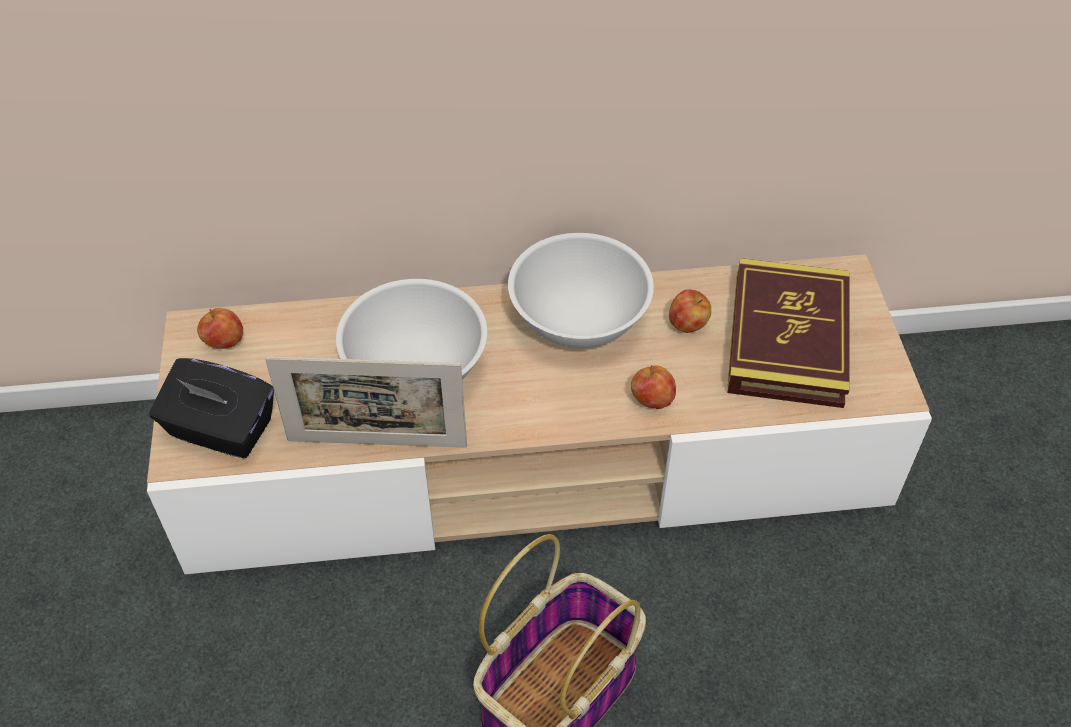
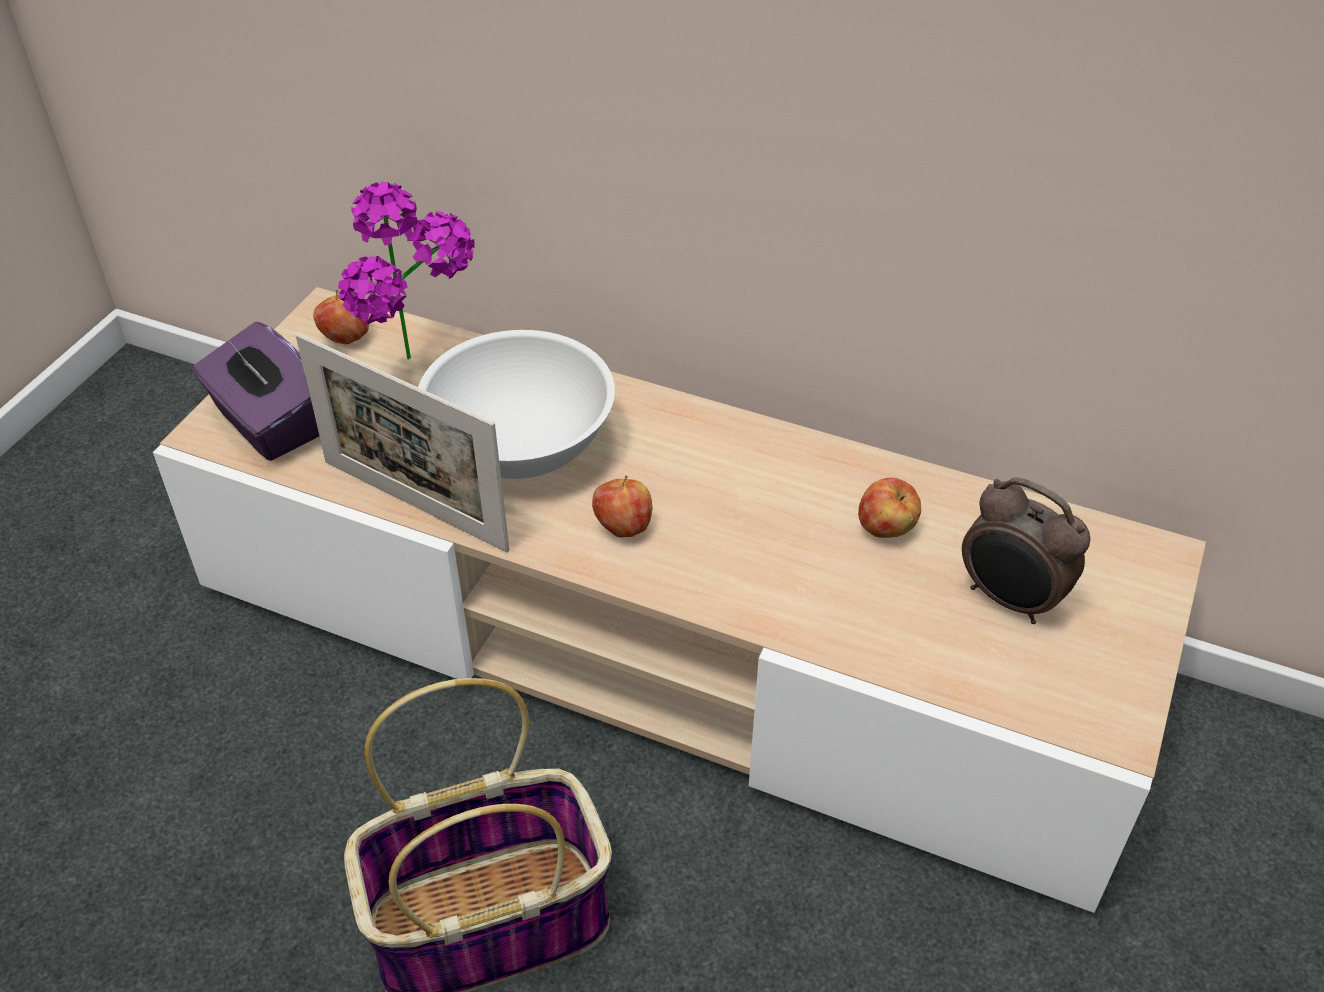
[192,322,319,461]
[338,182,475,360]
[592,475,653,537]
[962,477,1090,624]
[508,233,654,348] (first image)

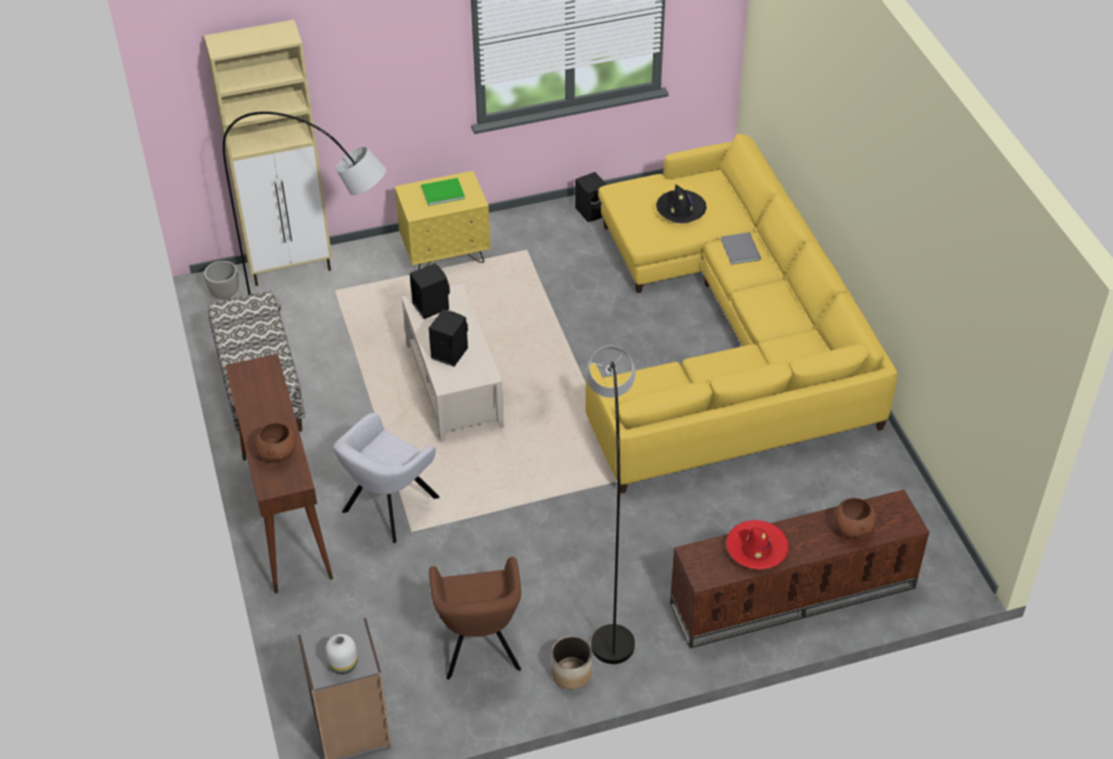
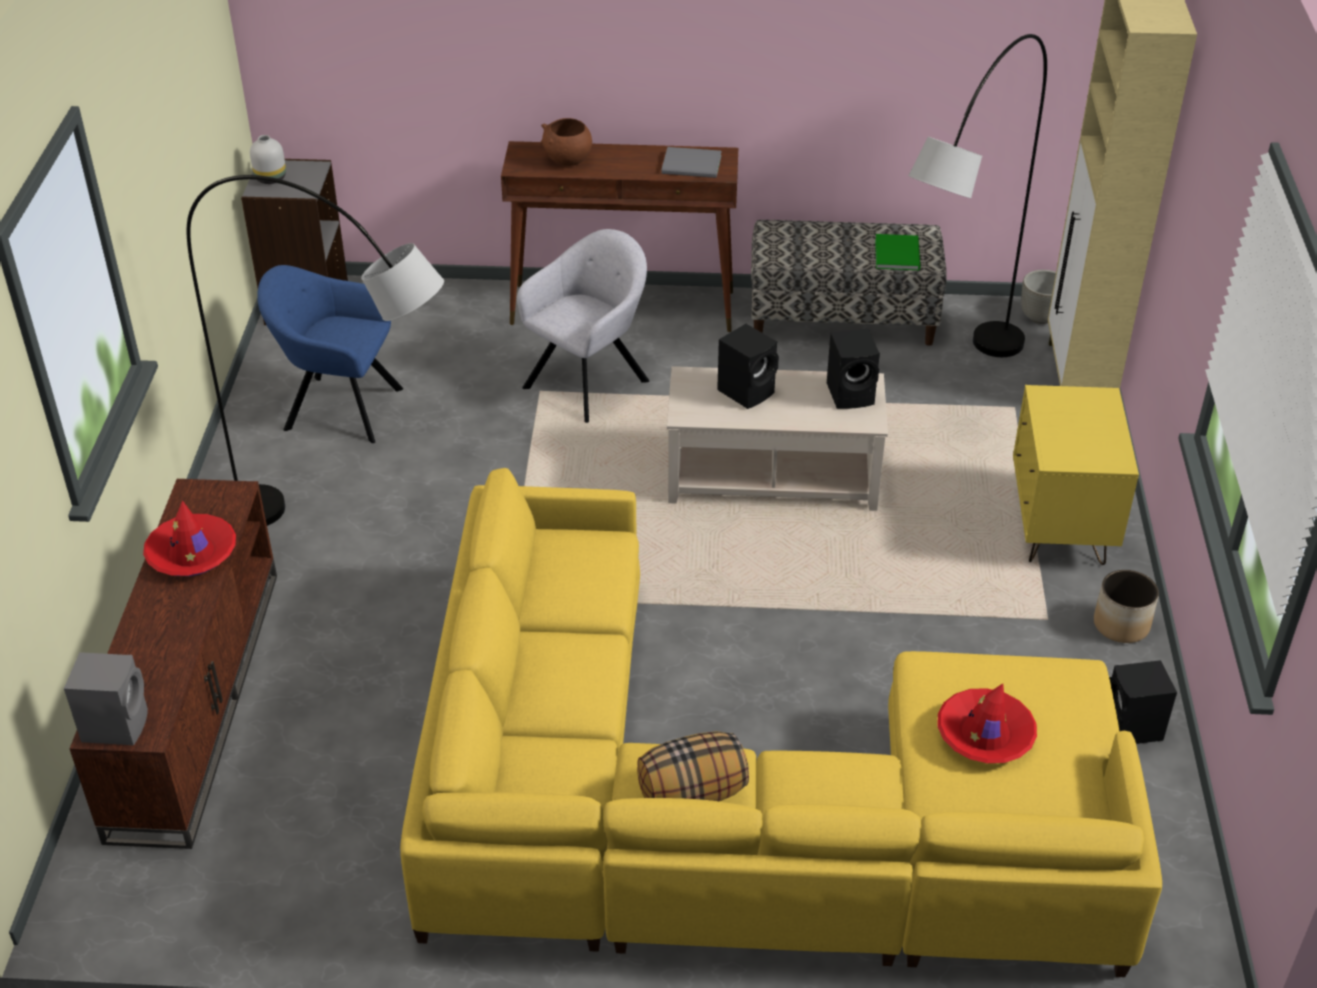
[64,652,148,746]
[257,265,403,443]
[517,229,649,423]
[637,731,749,801]
[661,147,722,178]
[875,234,920,270]
[937,684,1037,763]
[1094,570,1159,643]
[834,498,876,538] (first image)

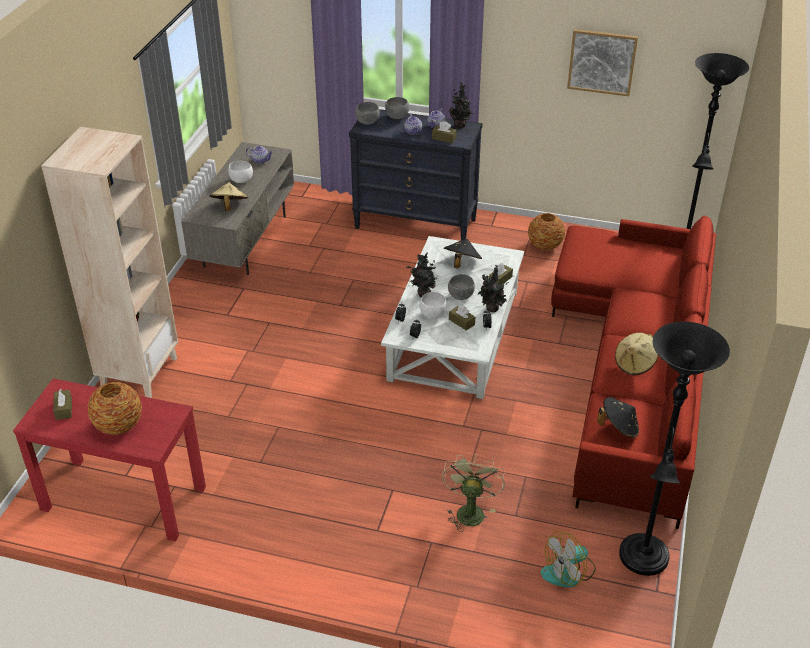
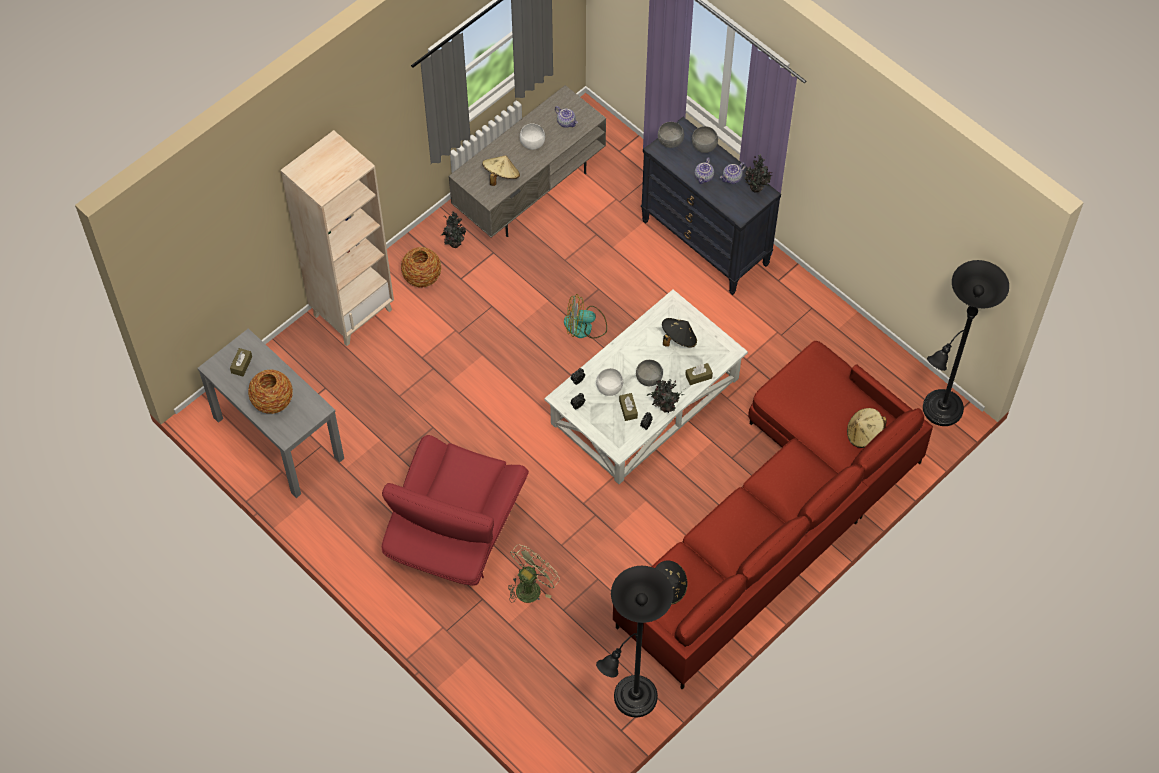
[198,328,344,498]
[381,435,529,586]
[401,247,441,288]
[442,211,466,248]
[564,294,607,339]
[847,408,887,448]
[432,121,457,143] (first image)
[567,29,638,96] (first image)

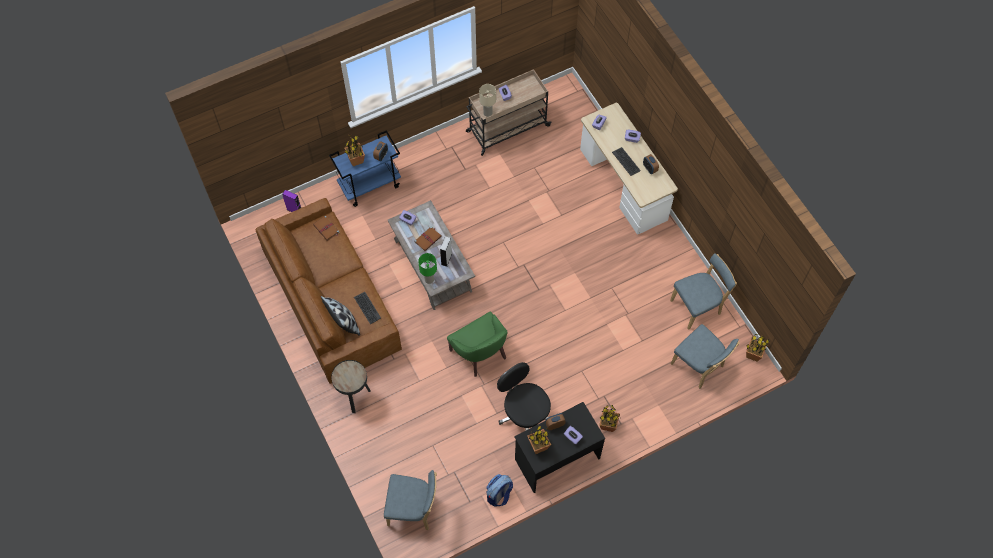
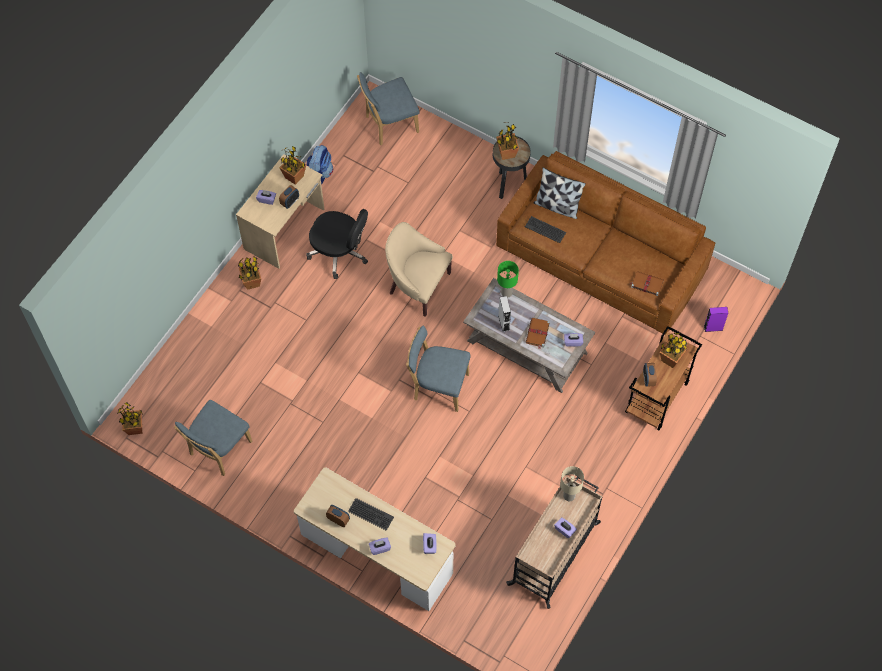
[236,154,324,269]
[385,222,453,317]
[406,326,470,412]
[496,122,519,160]
[625,326,702,430]

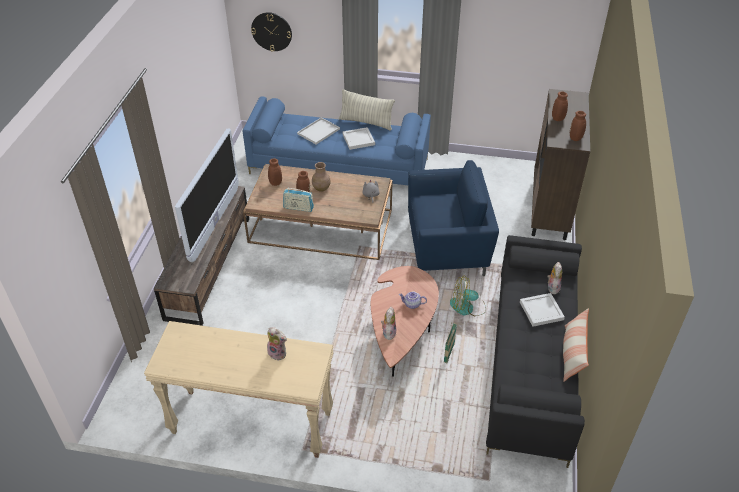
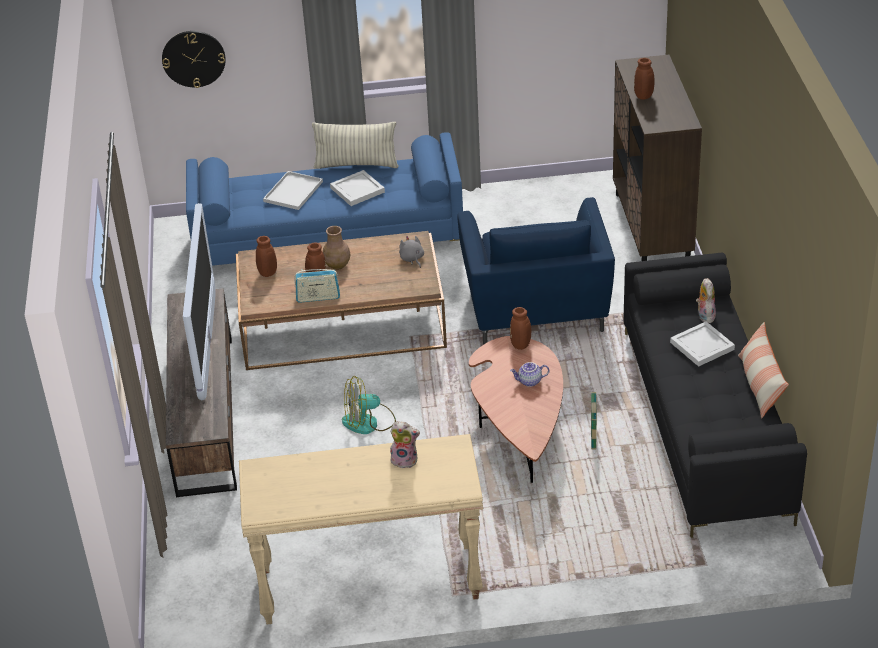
[342,376,396,434]
[457,197,615,345]
[510,307,531,350]
[381,307,396,340] (first image)

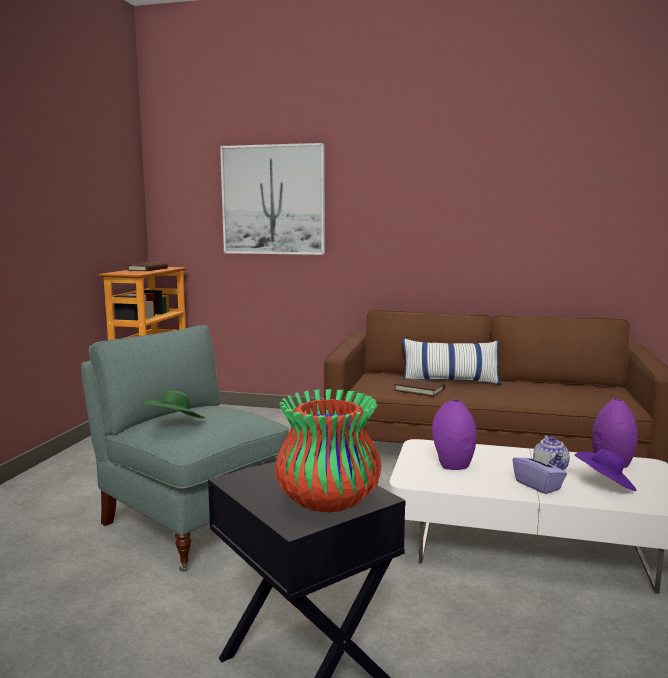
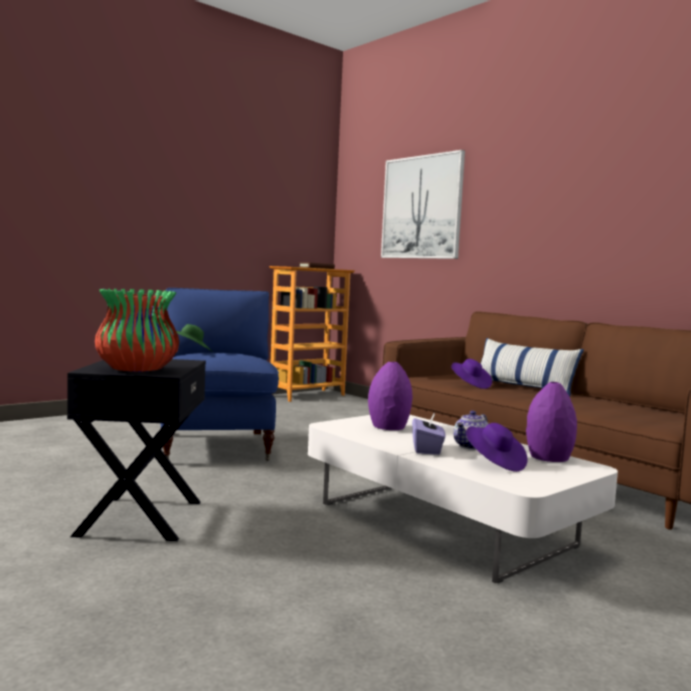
[161,288,279,461]
[451,359,492,389]

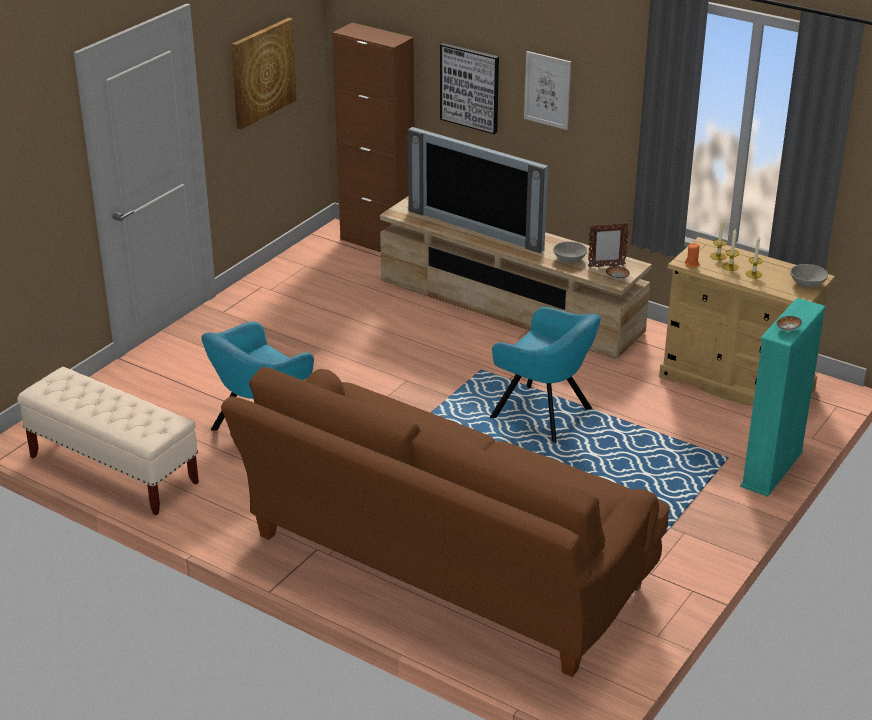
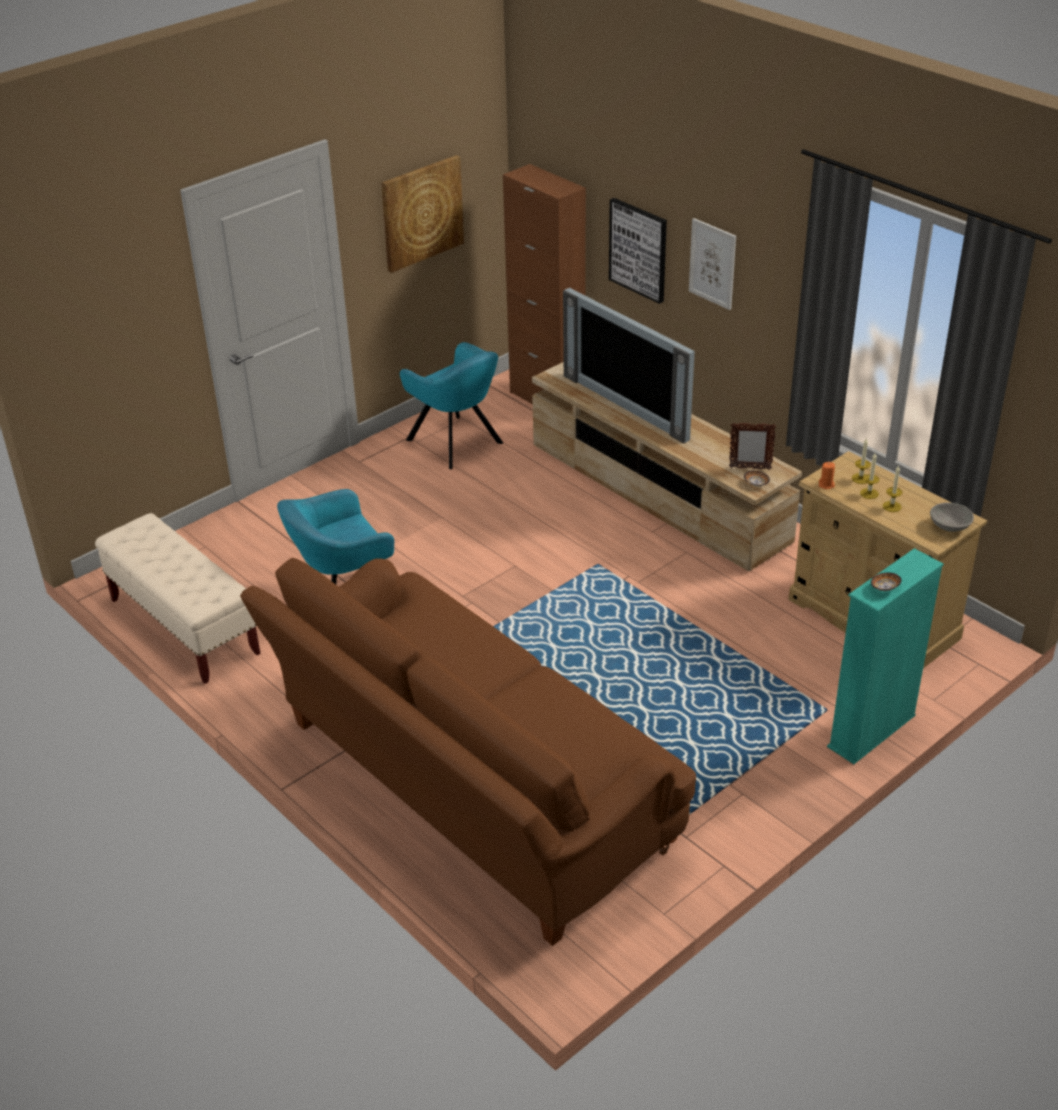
[400,342,503,469]
[553,242,587,263] (first image)

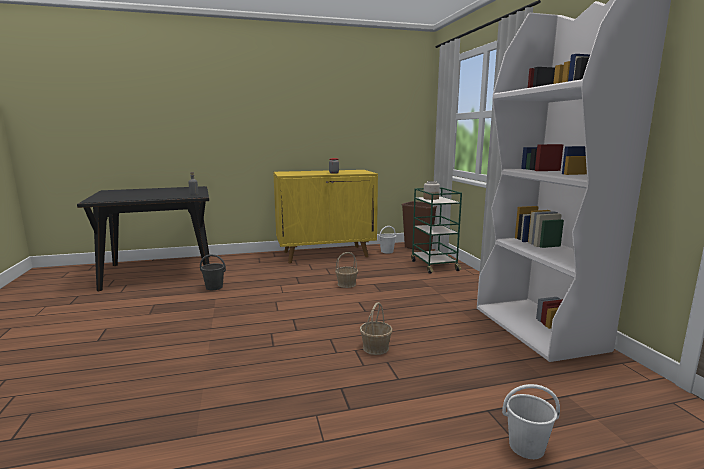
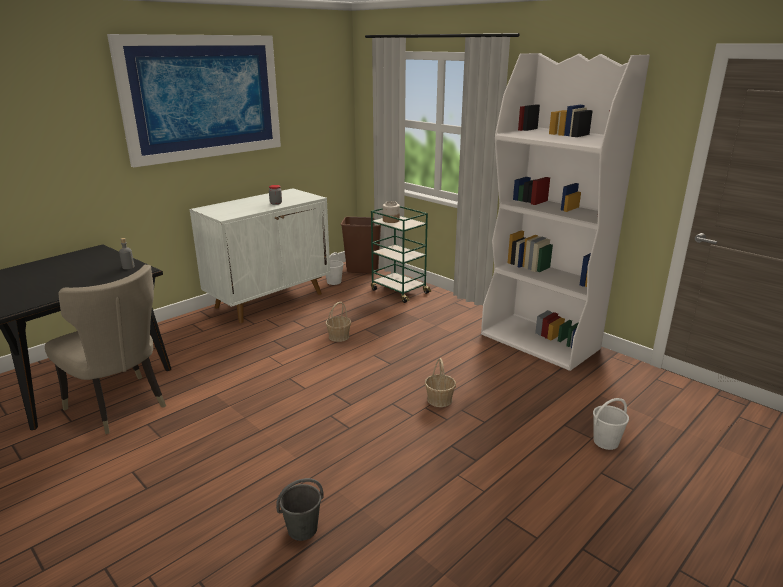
[45,265,166,434]
[107,34,281,167]
[190,188,330,323]
[276,478,324,541]

